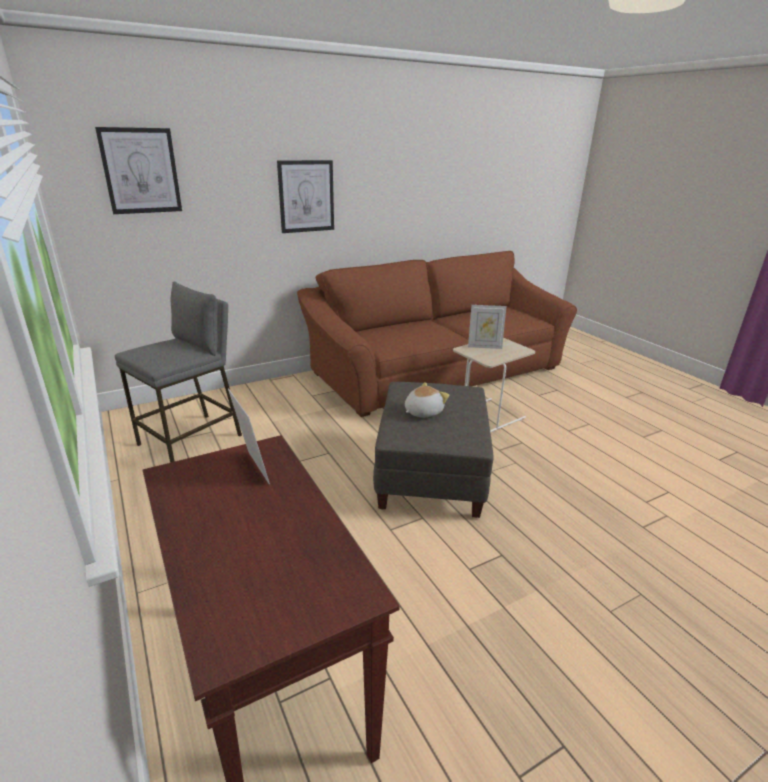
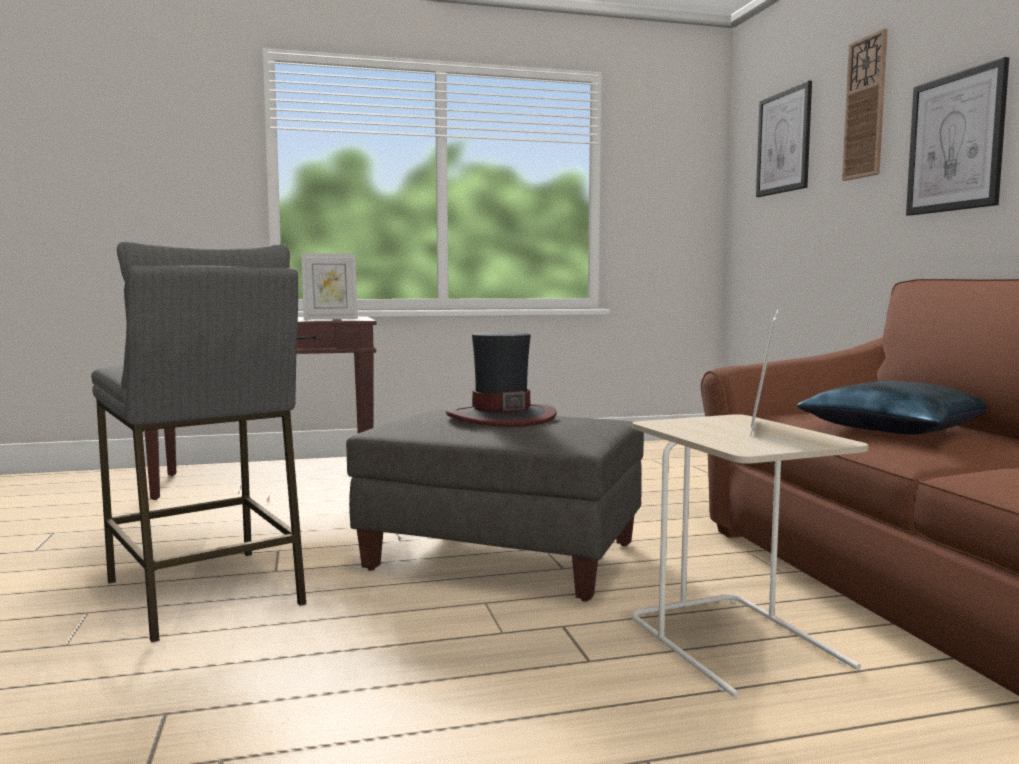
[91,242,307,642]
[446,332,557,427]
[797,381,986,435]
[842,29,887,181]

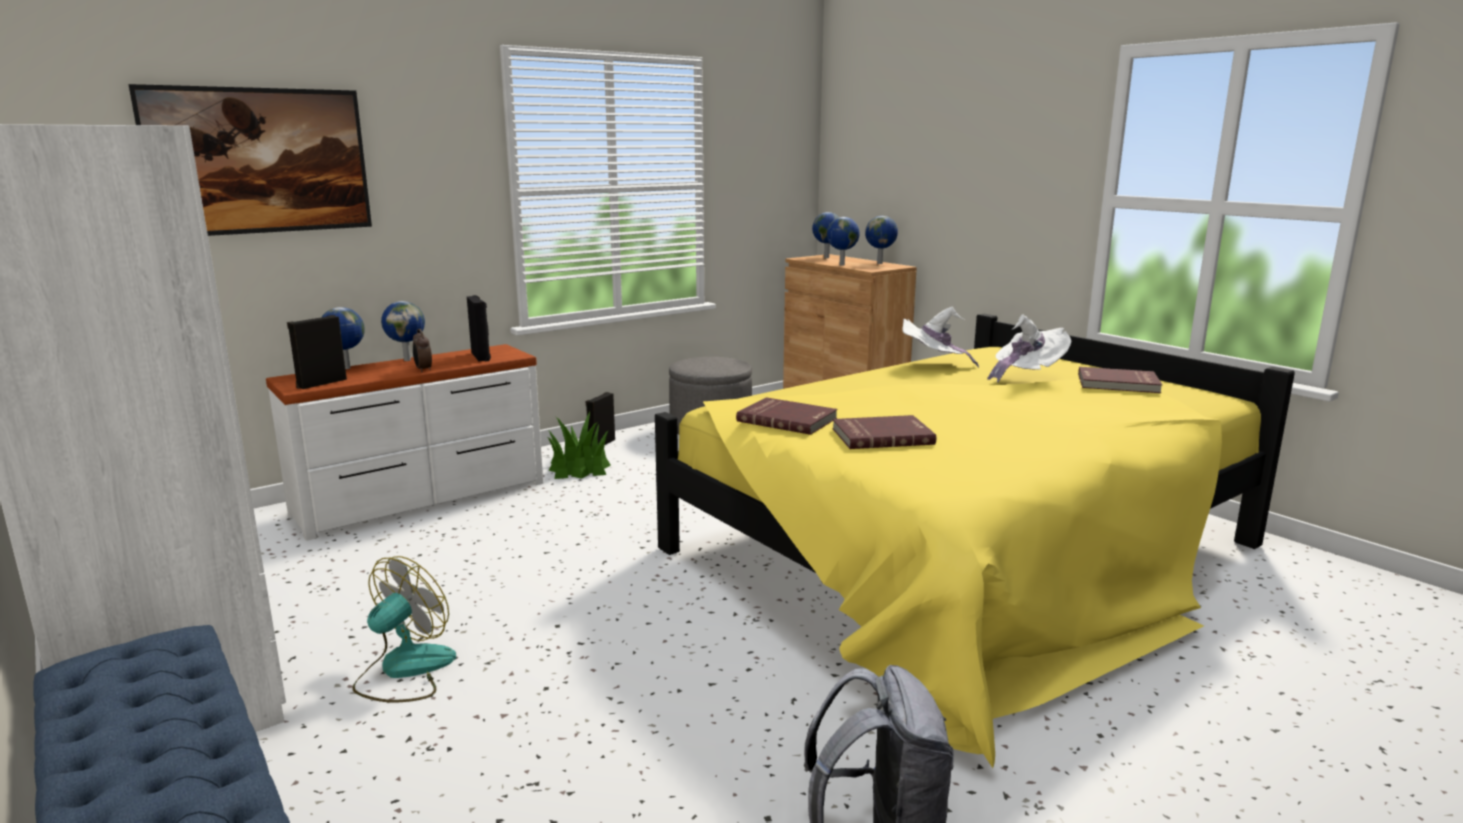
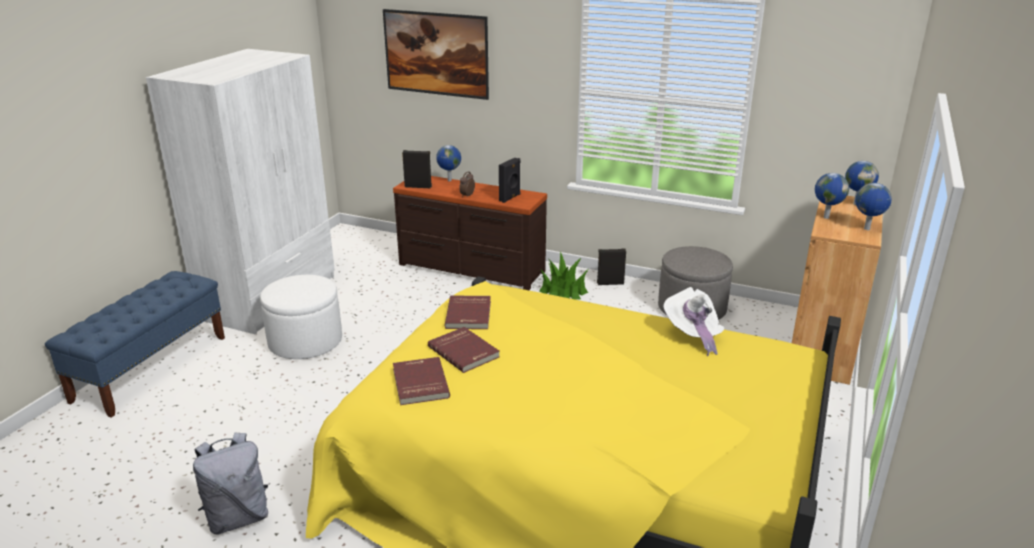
[260,275,342,359]
[393,176,547,290]
[393,357,450,405]
[381,301,425,361] (first image)
[987,314,1071,383] (first image)

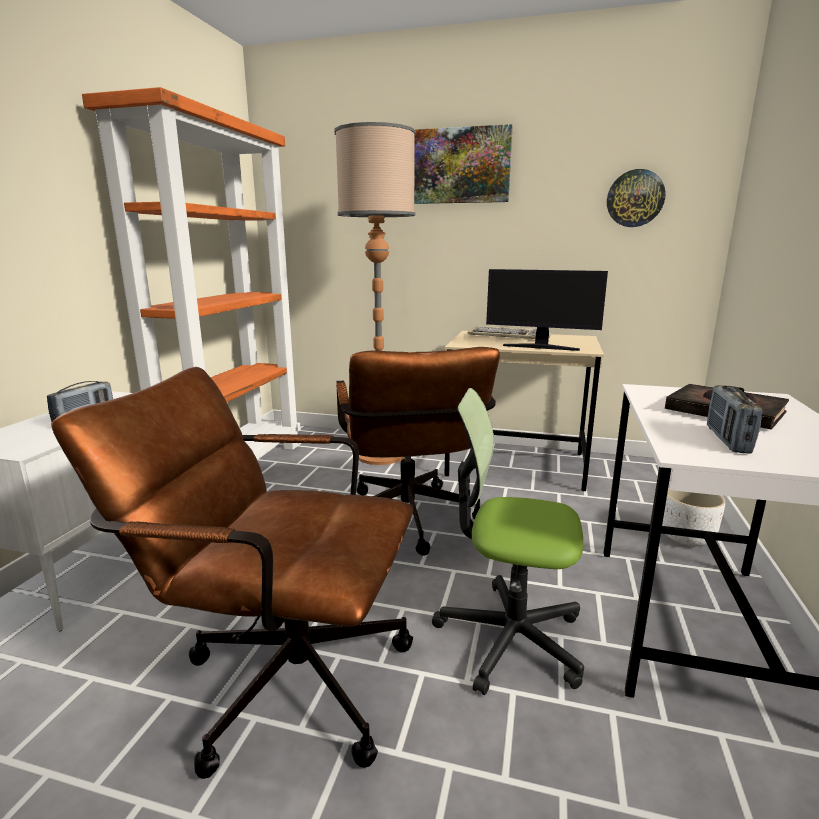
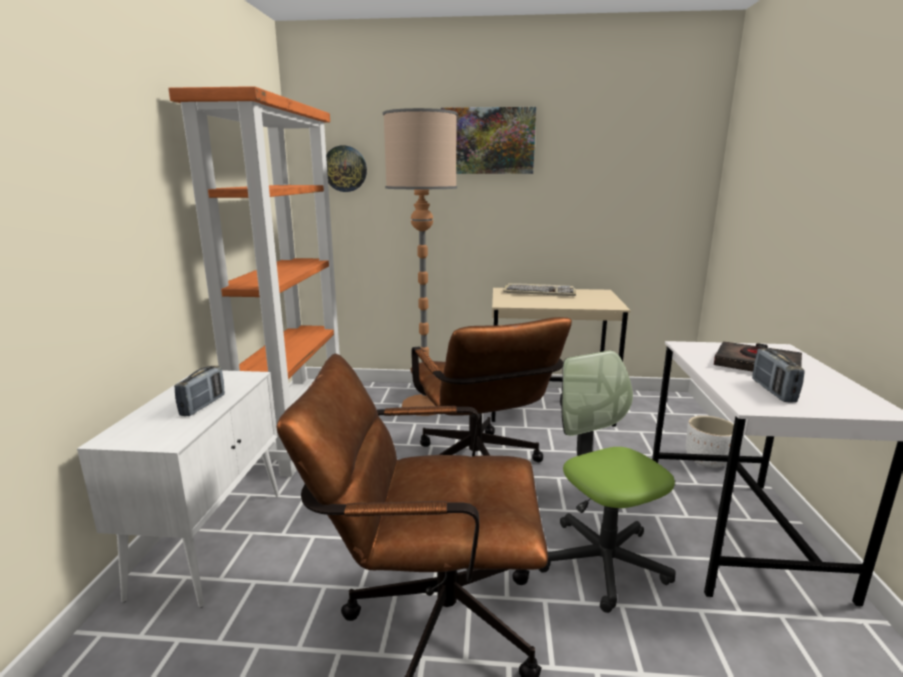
[326,145,367,192]
[539,350,676,613]
[486,269,608,351] (first image)

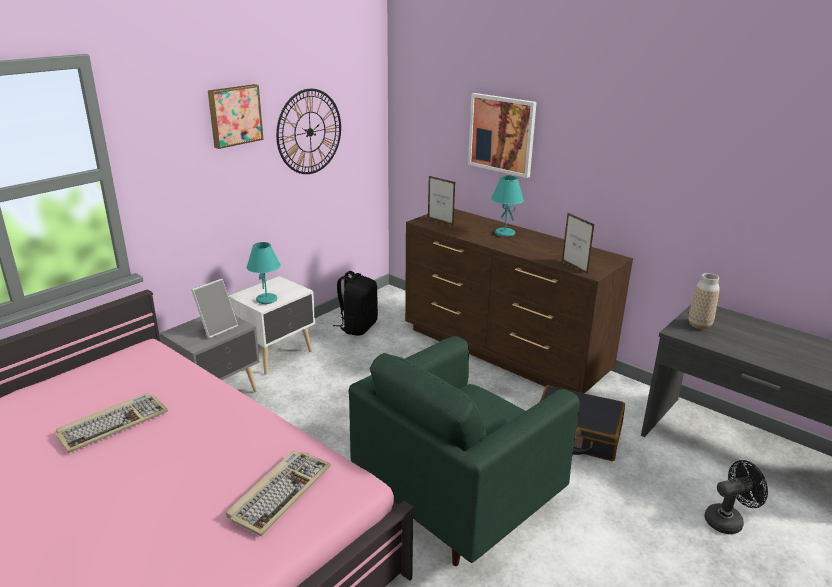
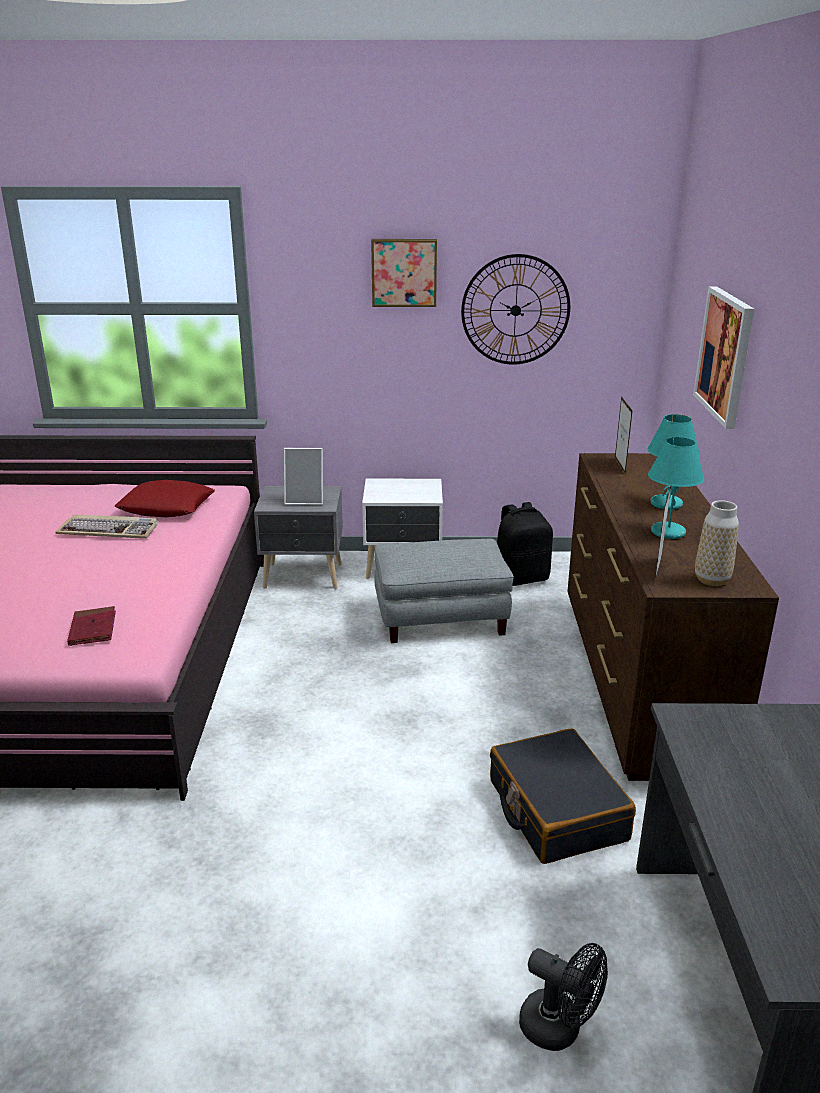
[67,606,116,646]
[115,480,215,517]
[374,539,514,643]
[648,437,704,539]
[695,500,739,586]
[349,336,580,566] (first image)

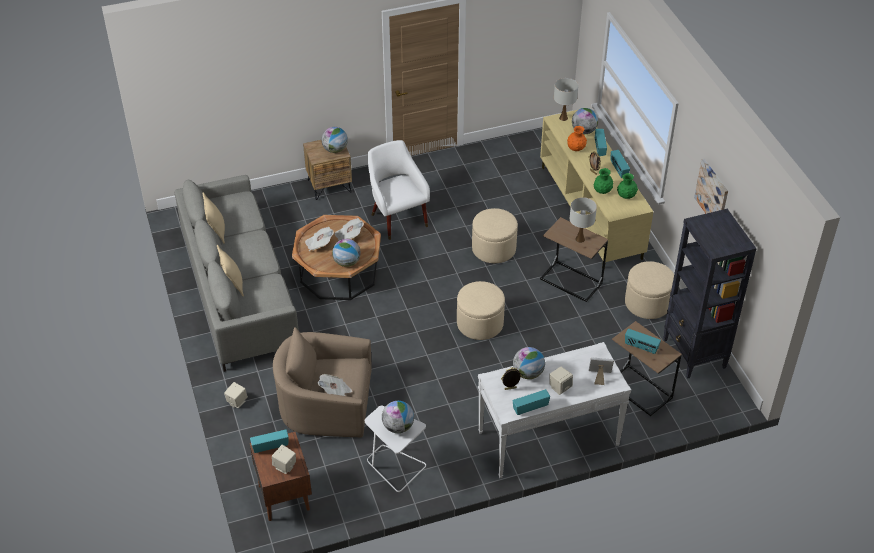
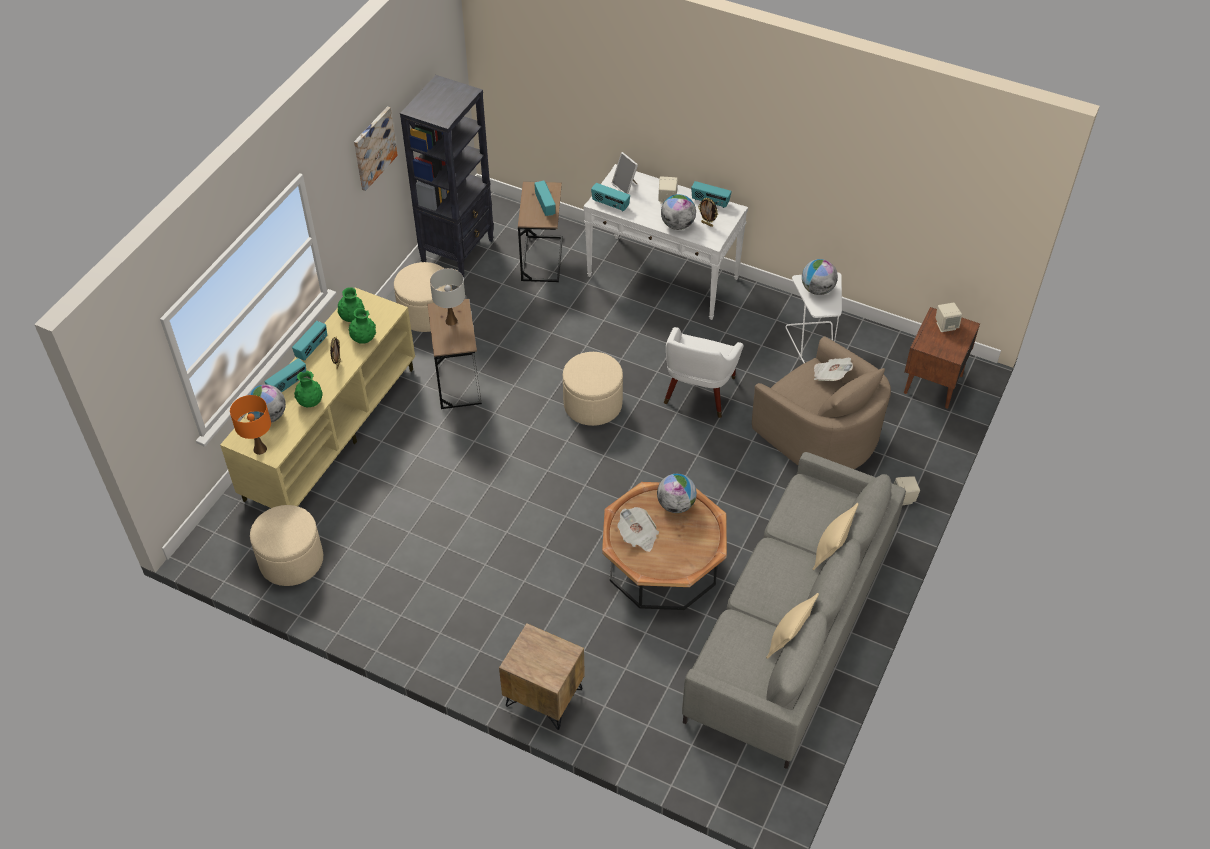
[230,395,271,455]
[250,505,323,586]
[294,371,323,407]
[591,183,630,212]
[664,327,744,418]
[305,227,334,251] (first image)
[322,127,348,153] (first image)

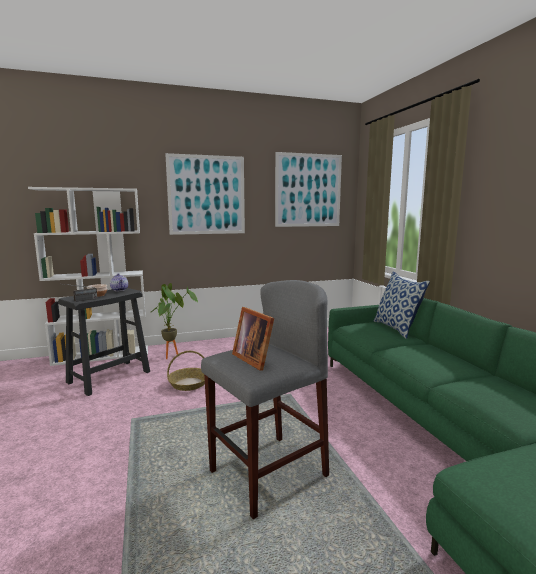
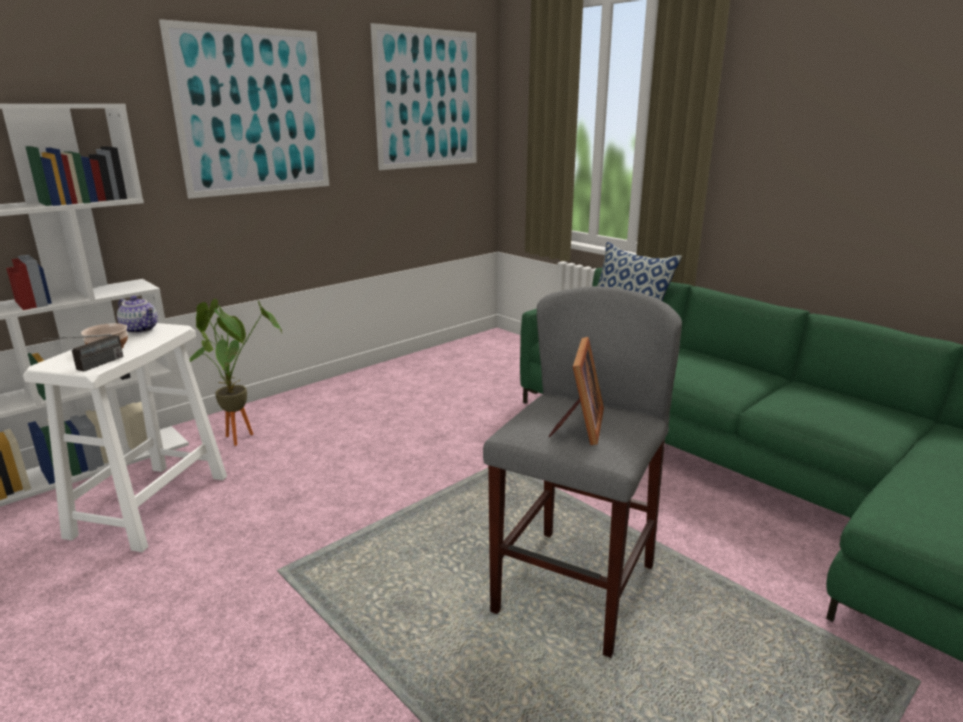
[23,323,227,552]
[548,337,604,445]
[167,351,205,391] (first image)

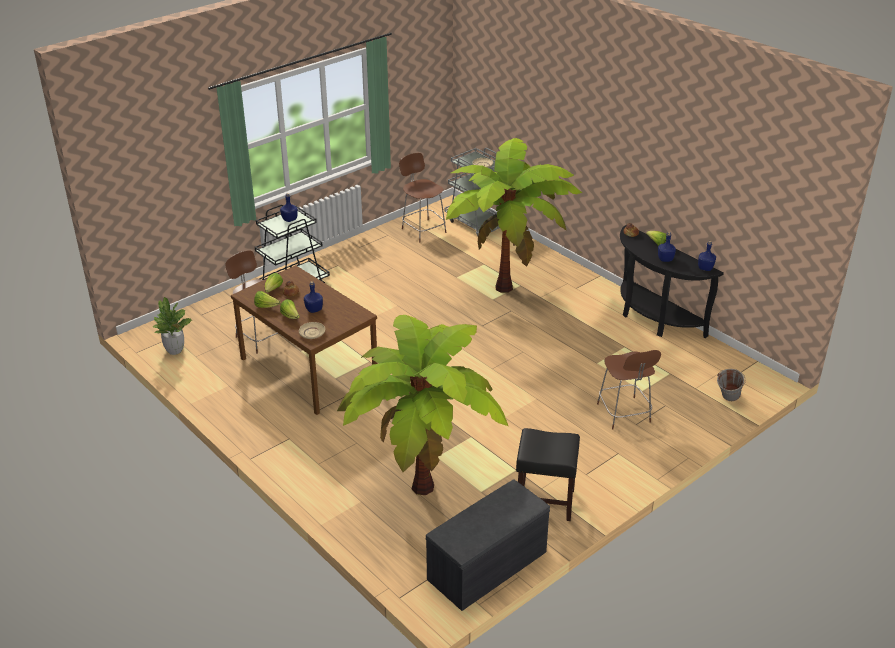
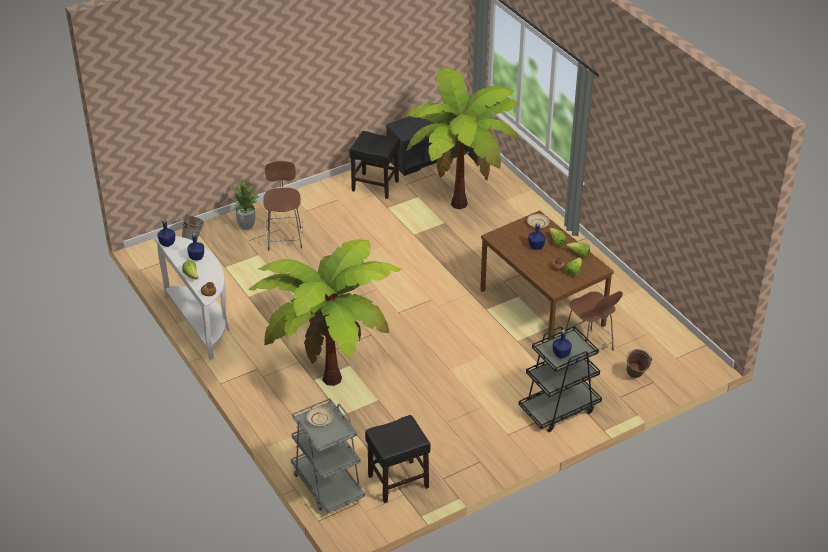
[155,236,229,360]
[227,178,260,230]
[365,415,431,503]
[626,349,652,378]

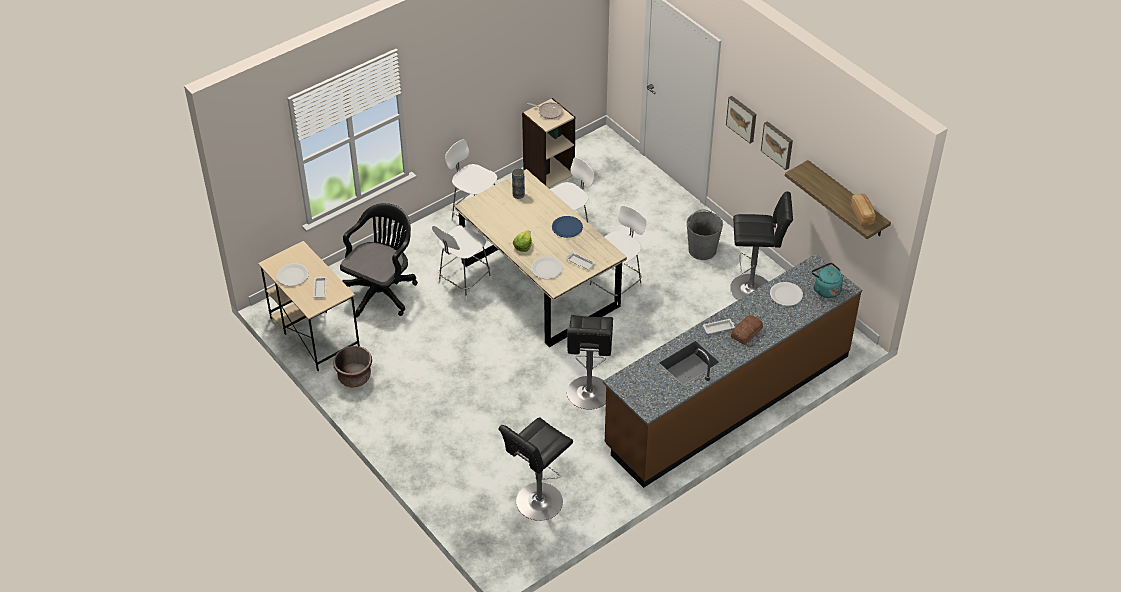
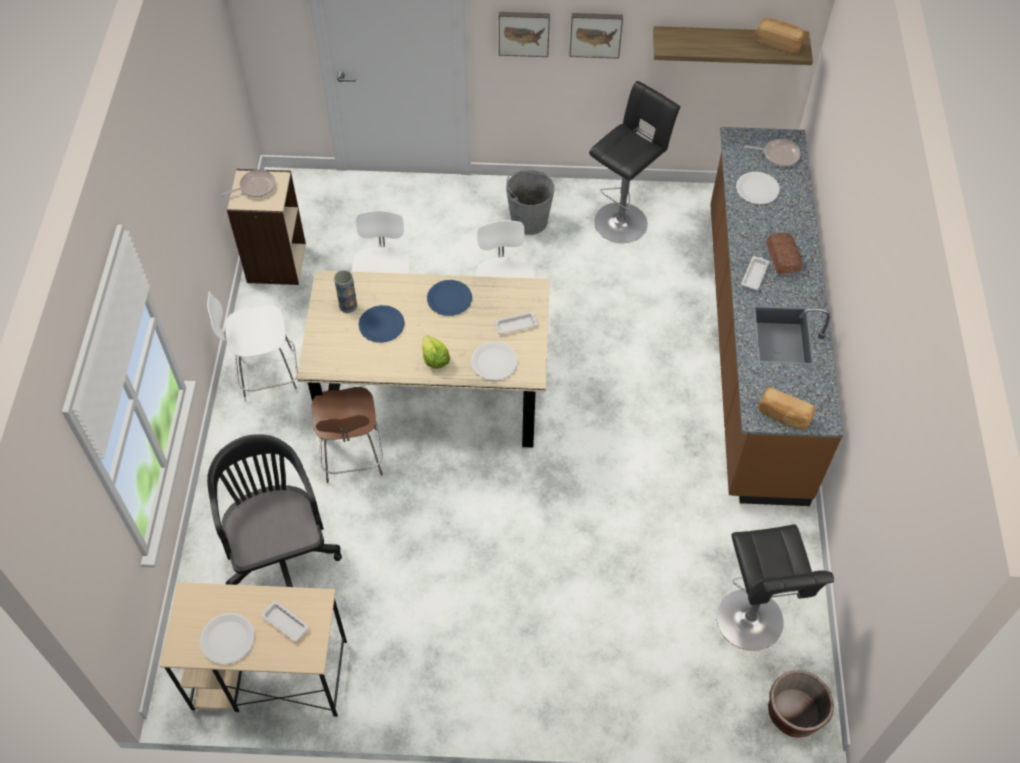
[312,387,383,483]
[358,305,405,343]
[745,139,801,167]
[758,387,816,430]
[768,670,834,738]
[567,315,613,409] (first image)

